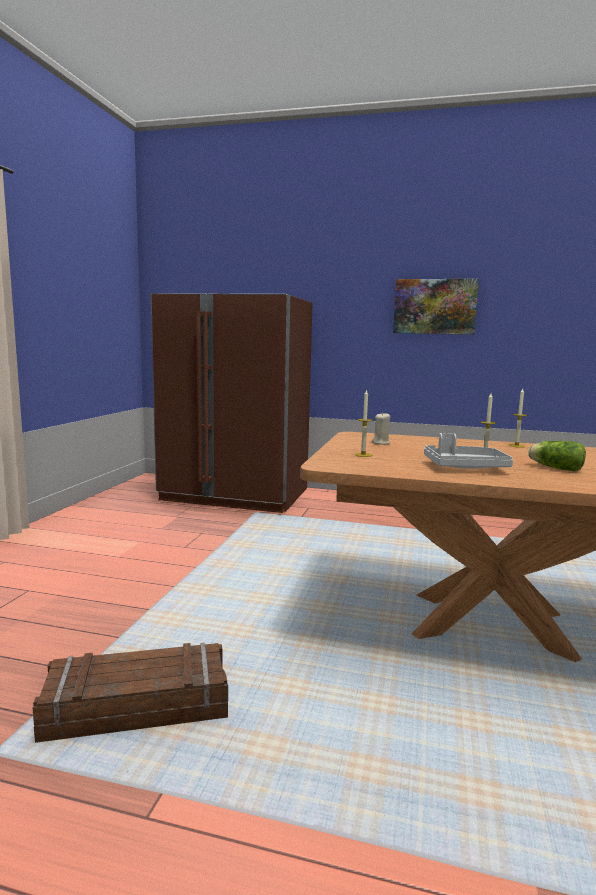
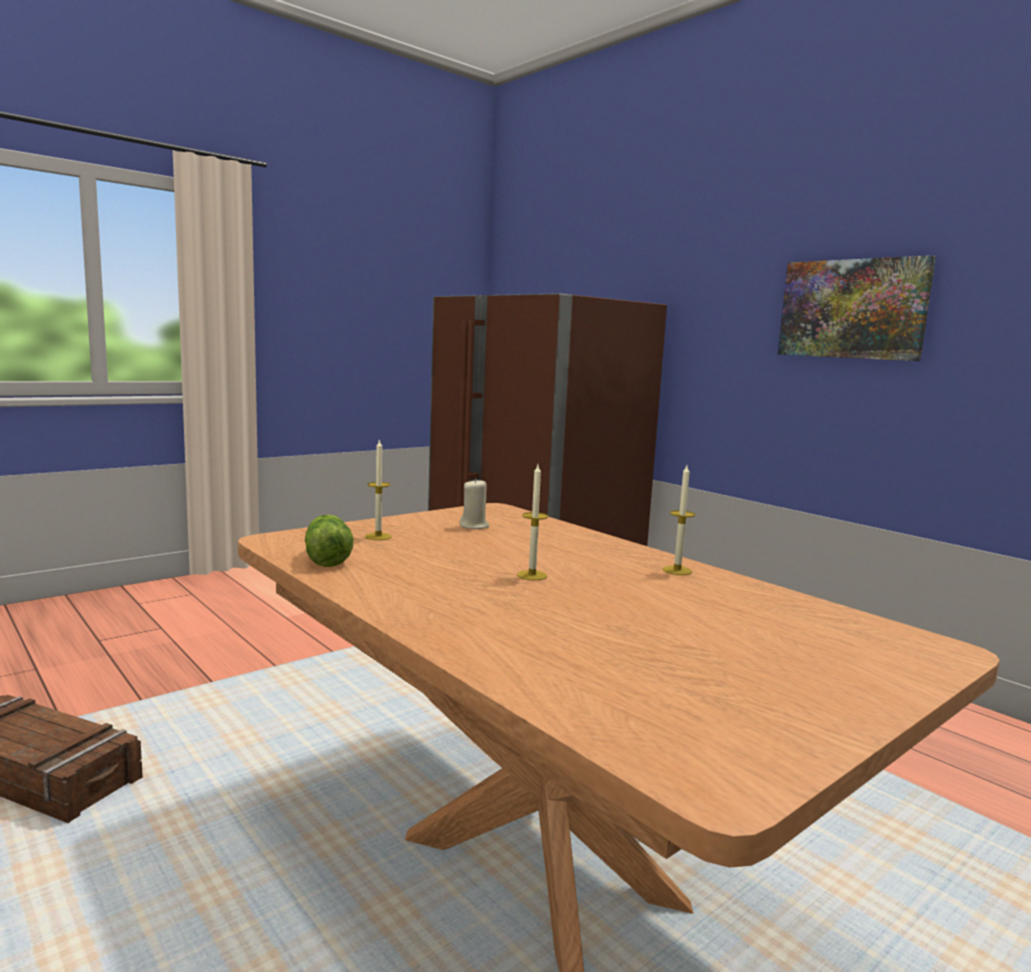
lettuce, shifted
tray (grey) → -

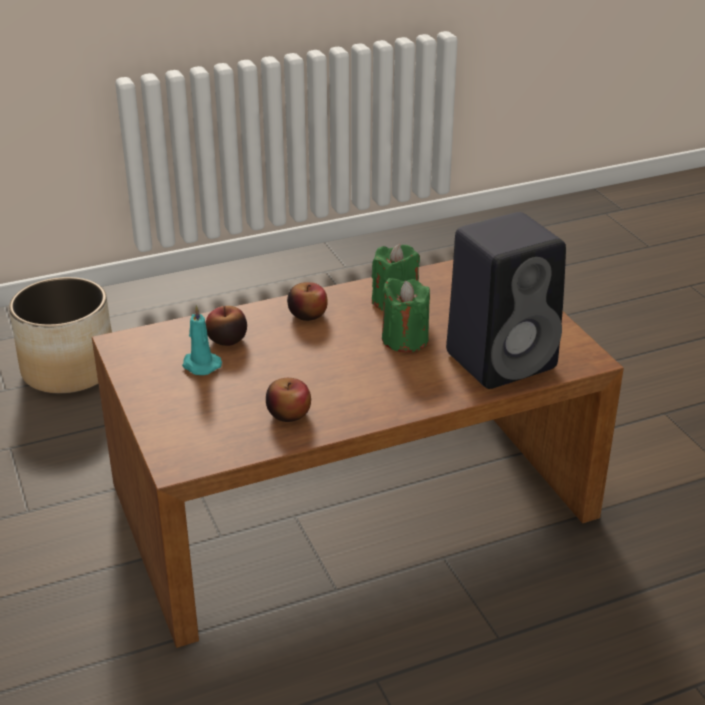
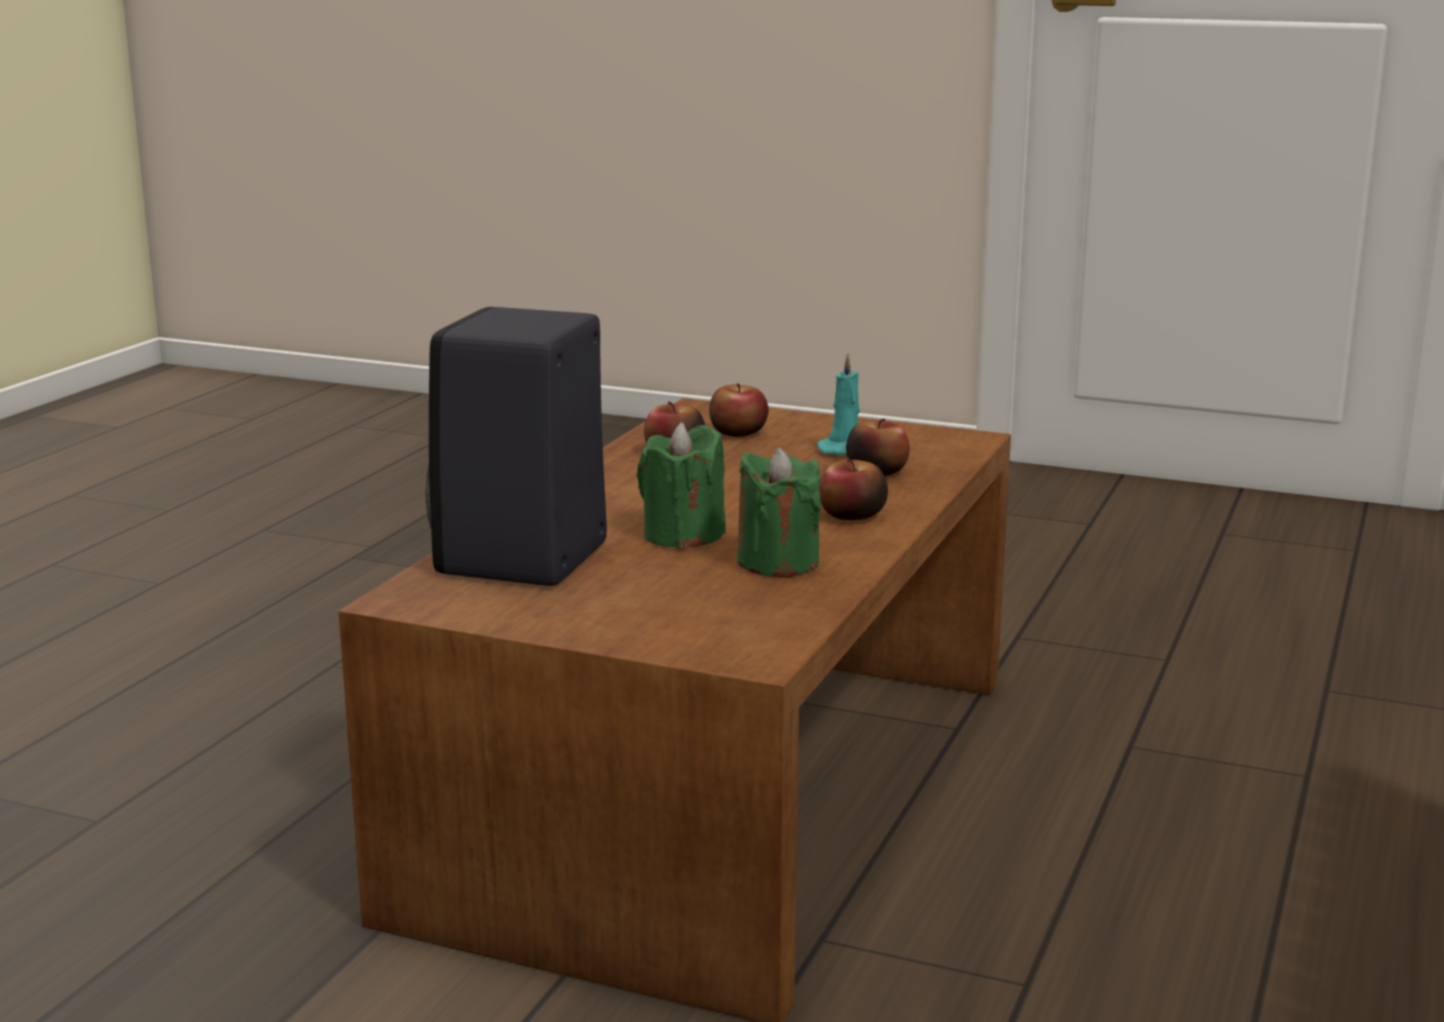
- → apple (no. 2 from left)
planter → -

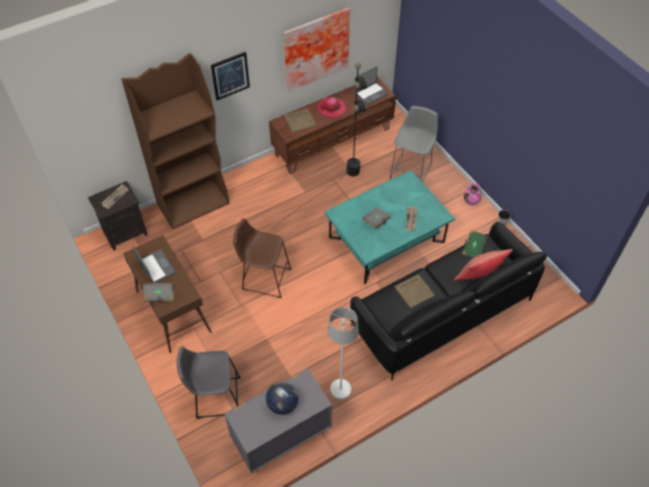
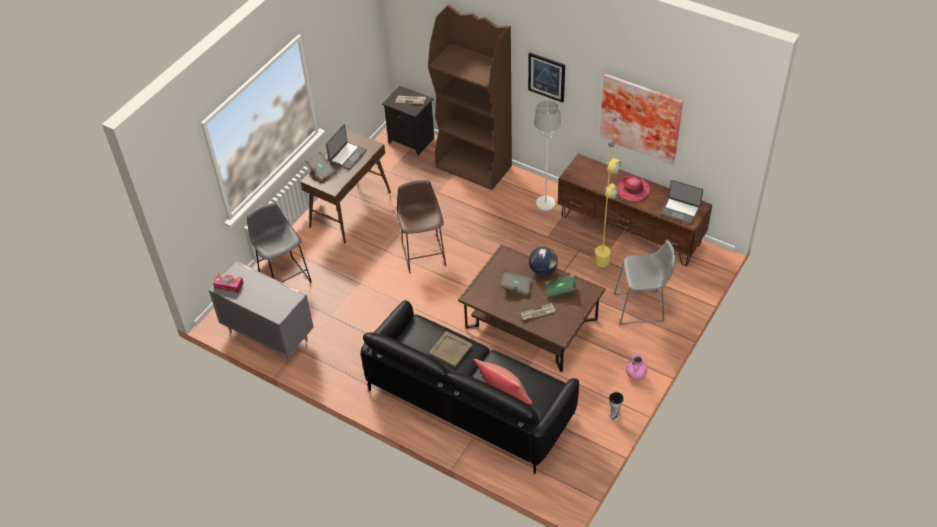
- → tissue box
floor lamp (black) → floor lamp (yellow)
coffee table (turquoise) → coffee table (brown)
globe, shifted
floor lamp (white), shifted
book (green), shifted
tray (beige) (no. 1 from left) → -

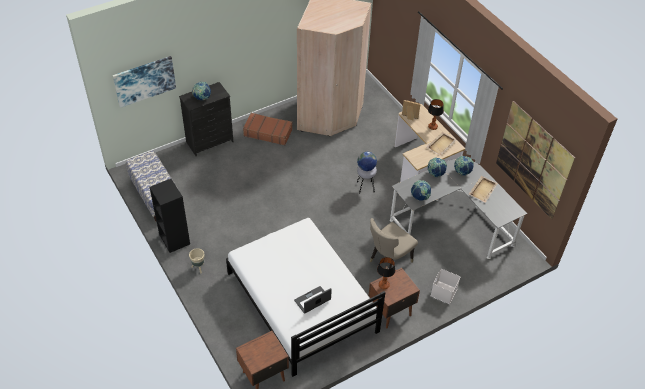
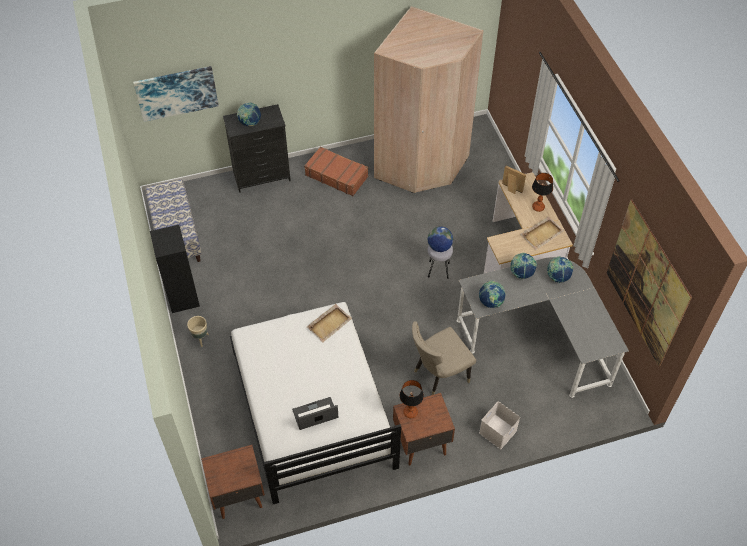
tray (beige) (no. 2 from left in the first image) → tray (beige) (no. 1 from left), shifted

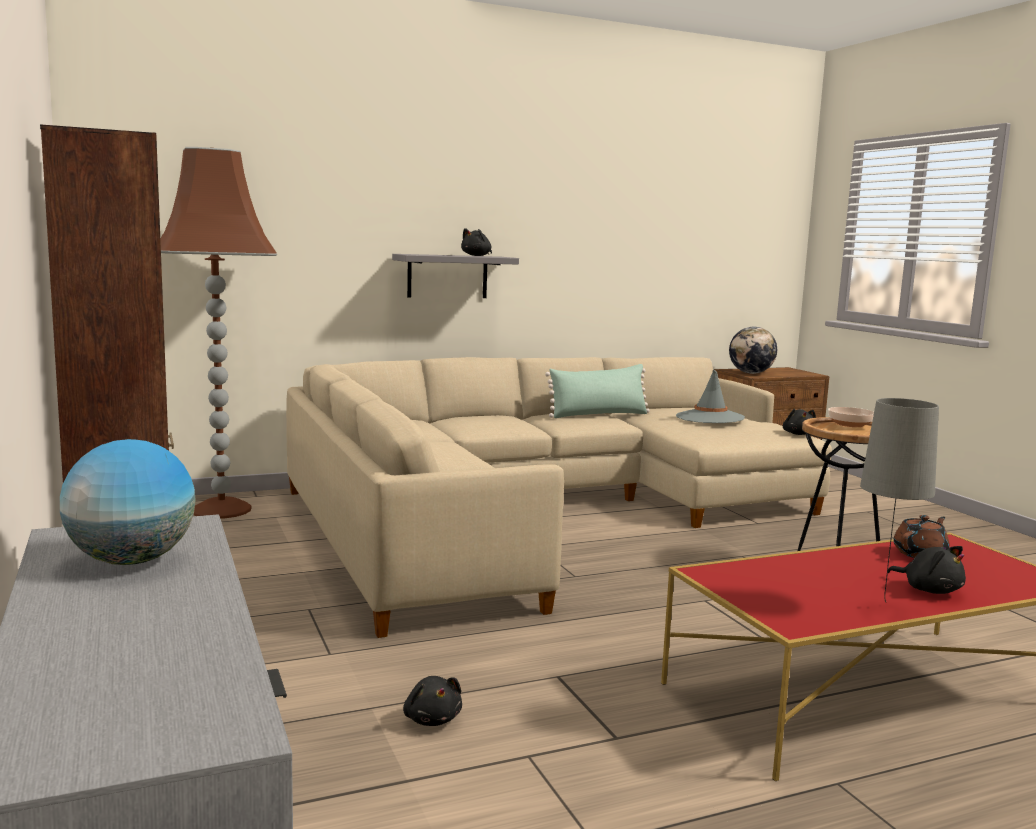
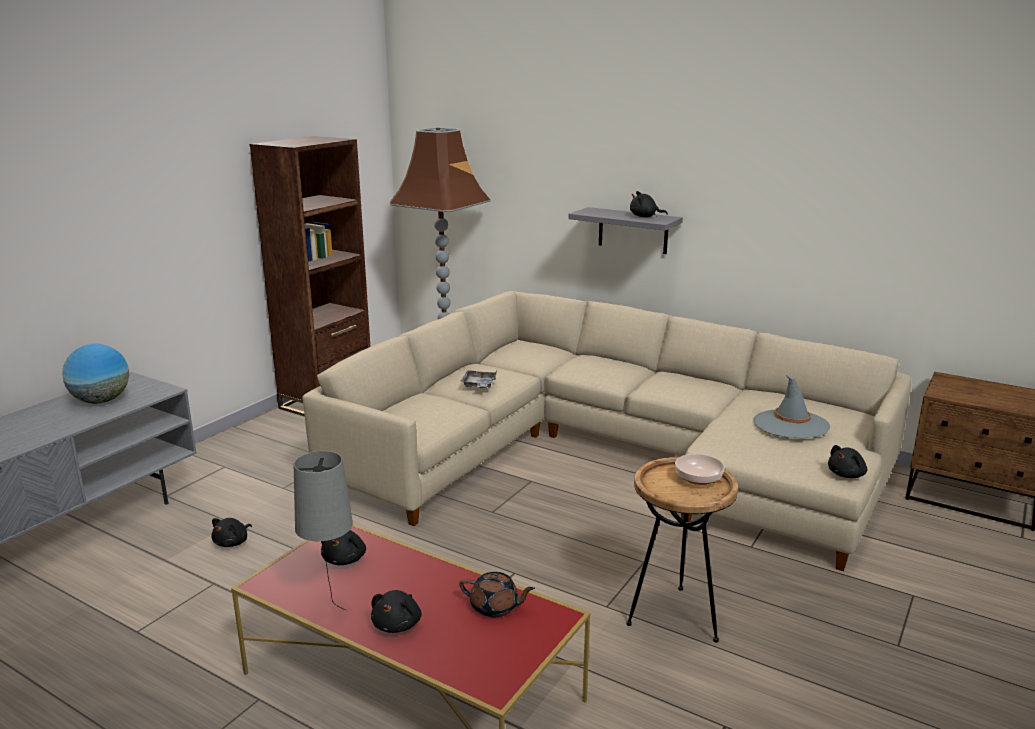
- → plush toy (black) (no. 2 from left)
- → tray (grey)
pillow (green) → -
globe (no. 2 from left) → -

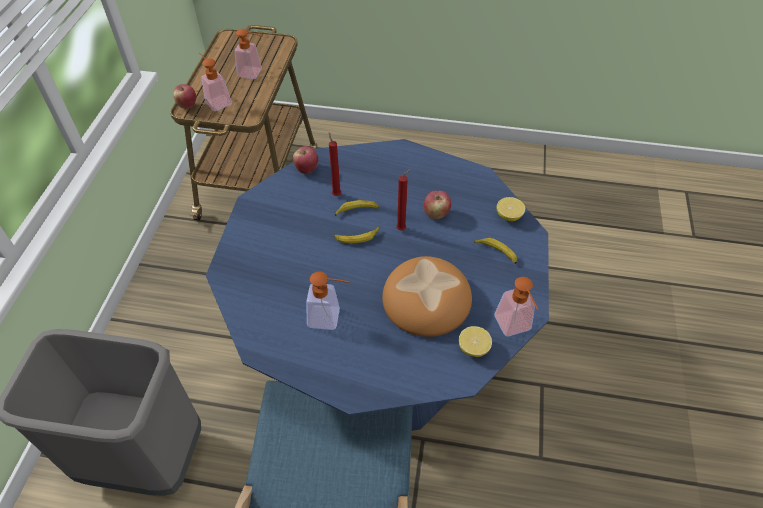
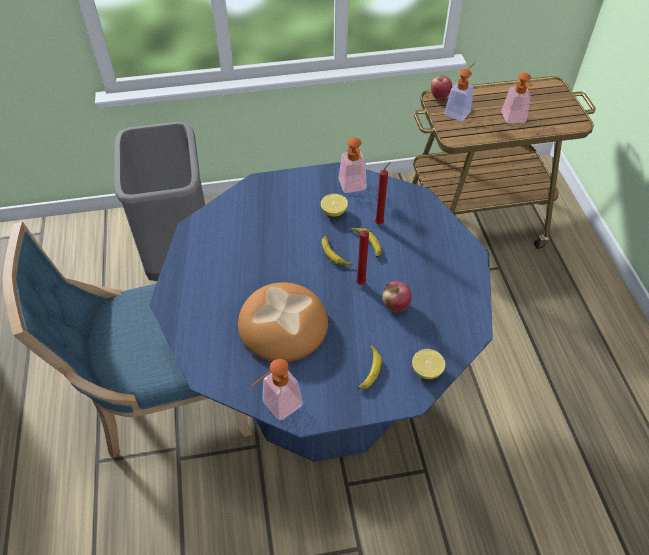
lemon (no. 1 from left), shifted
soap dispenser (no. 3 from left in the first image) → soap dispenser (no. 2 from left), shifted
apple (no. 2 from left) → -

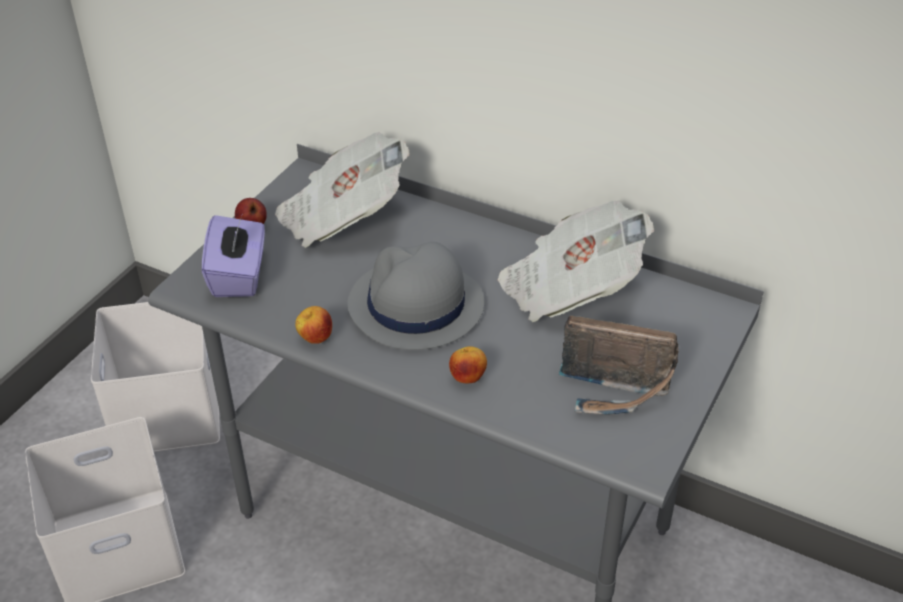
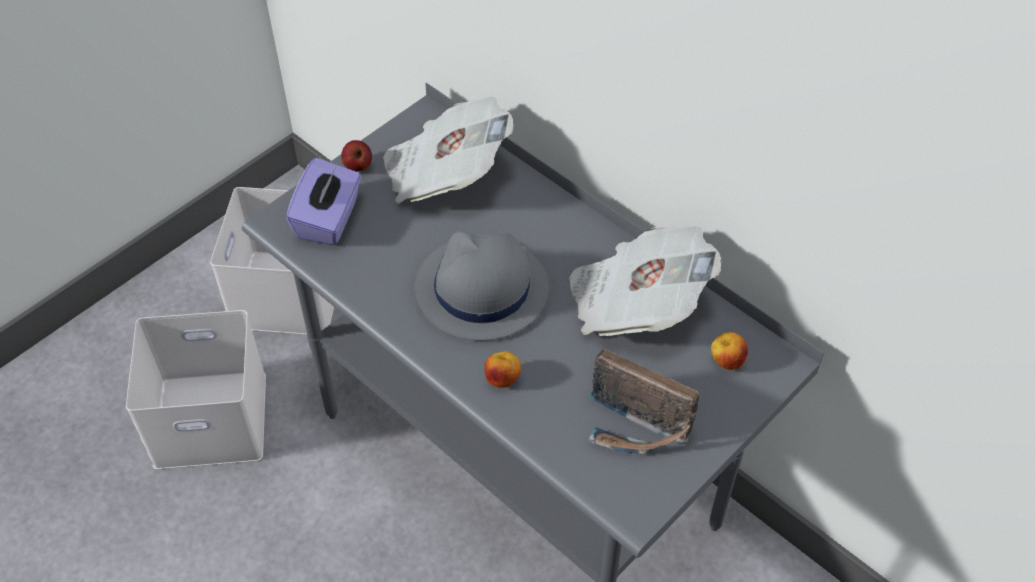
apple (no. 2 from left in the first image) → apple (no. 3 from left), shifted

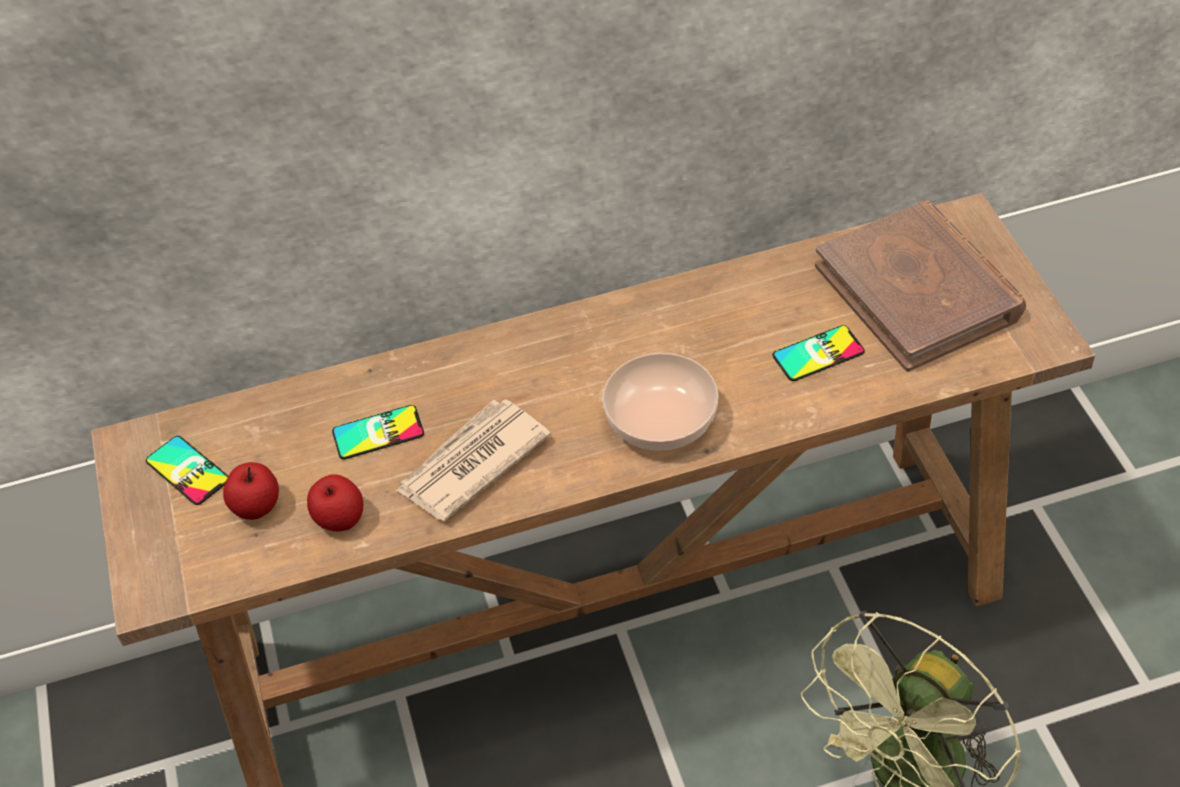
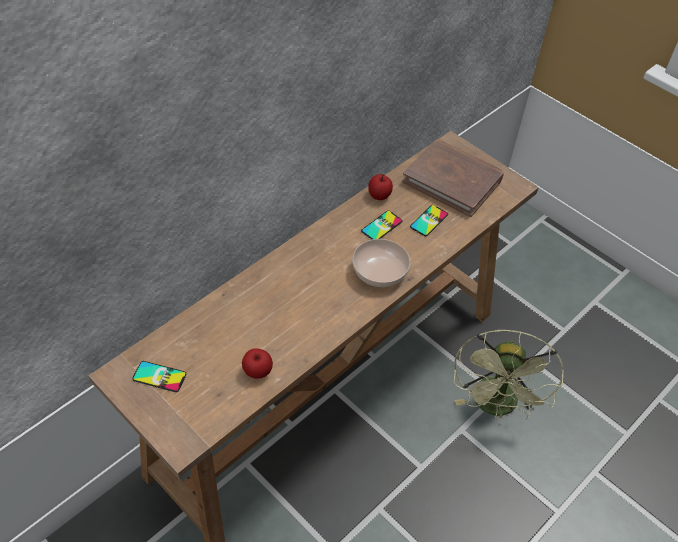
phone (no. 2 from left), shifted
apple (no. 1 from left in the first image) → apple (no. 2 from left), shifted
newspaper → -

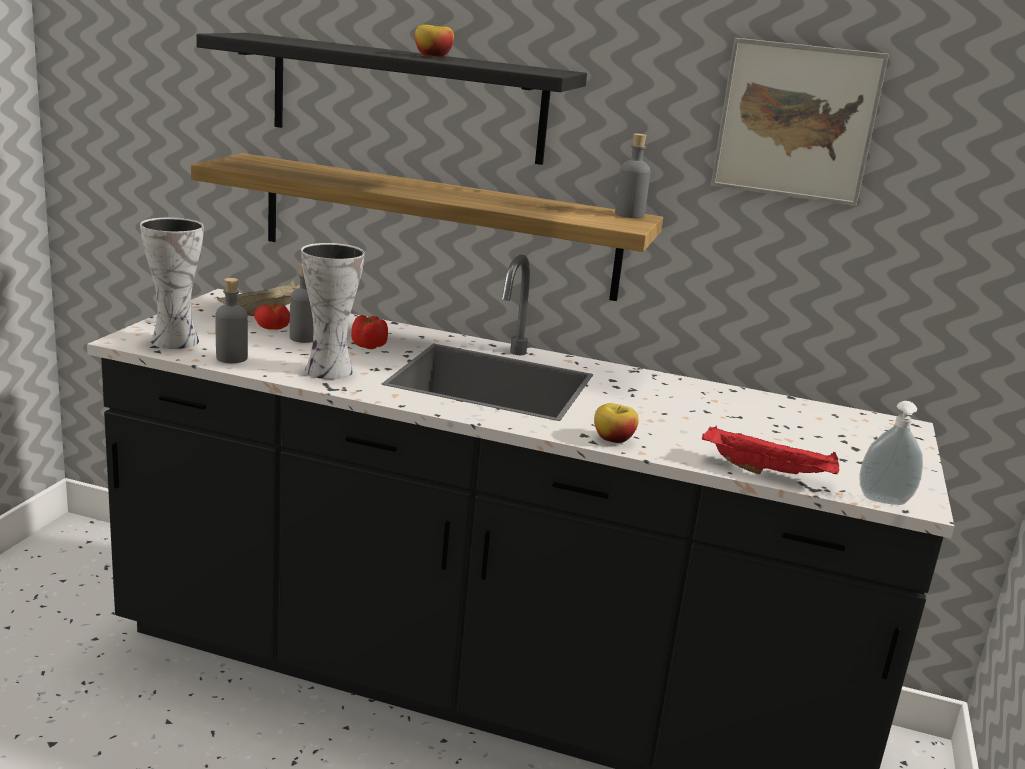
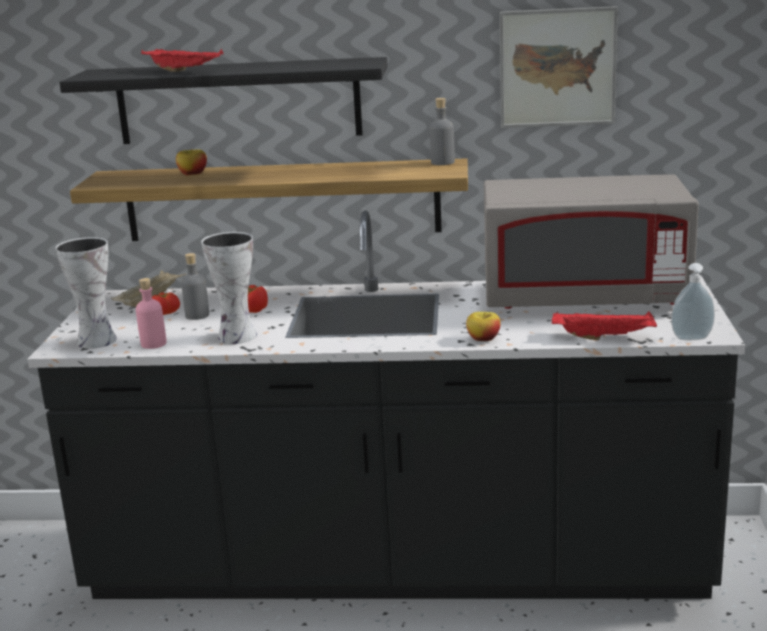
bottle (grey) (no. 1 from left) → bottle (pink)
- → tray (red) (no. 1 from left)
apple (no. 1 from left), shifted
- → microwave (grey)

